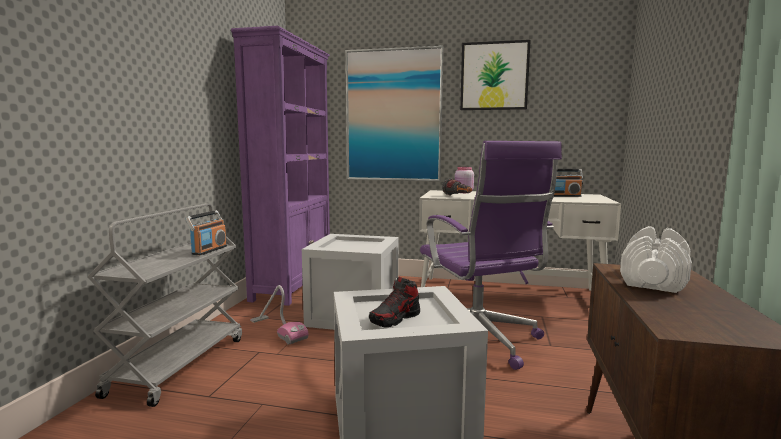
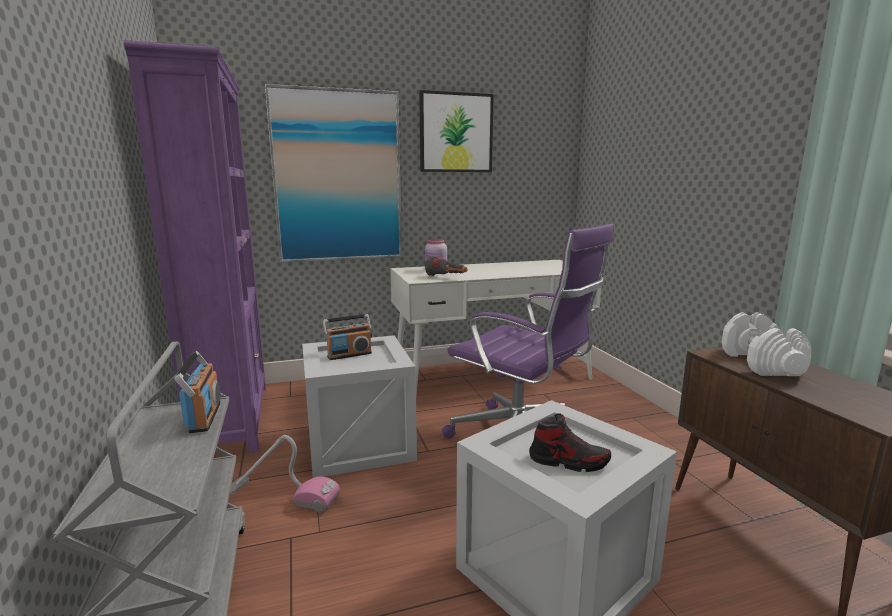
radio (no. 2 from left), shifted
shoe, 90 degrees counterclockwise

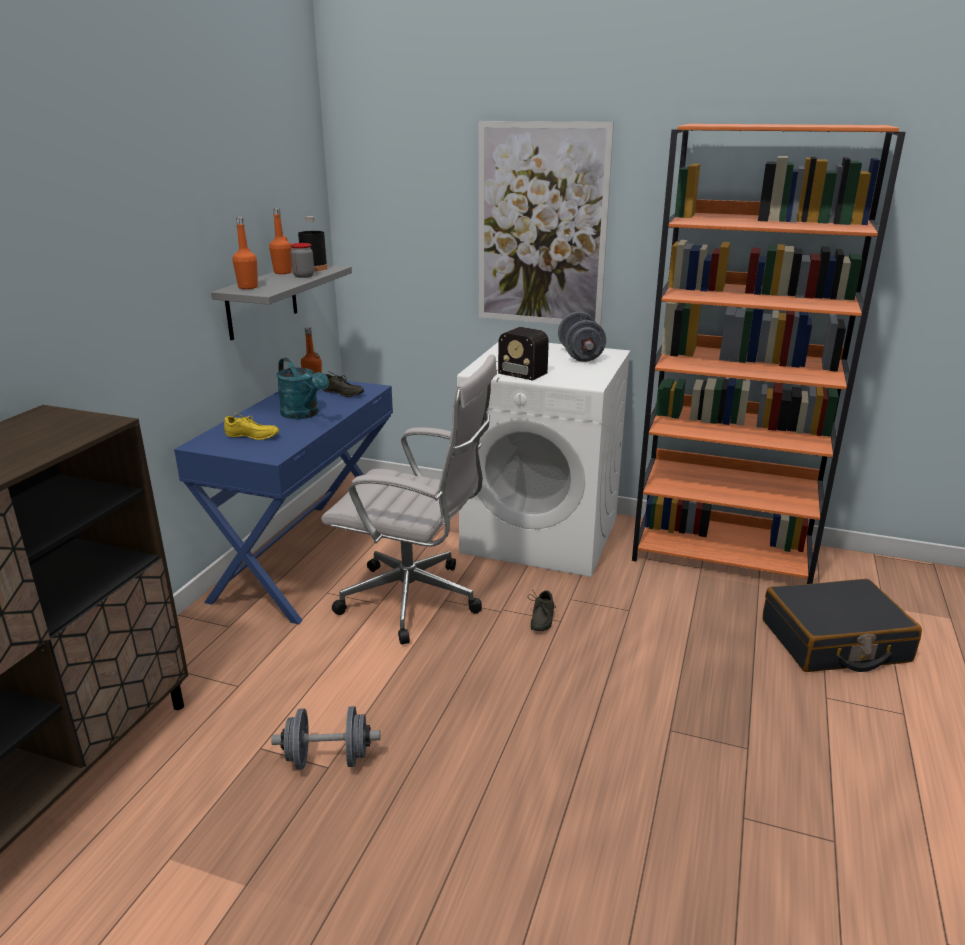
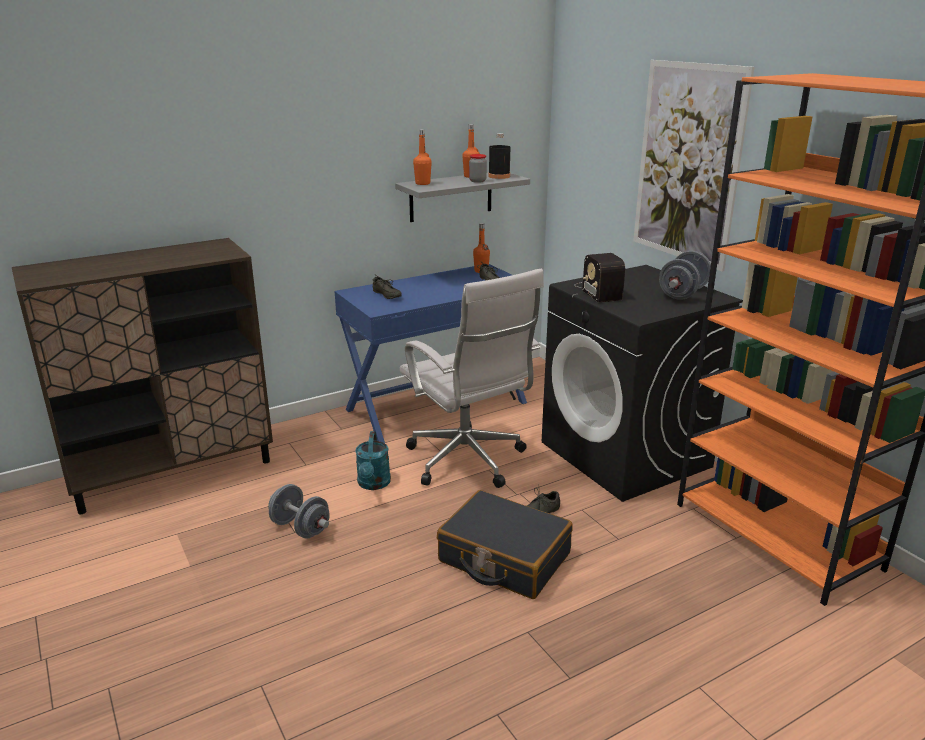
watering can (turquoise), shifted
shoe (yellow) → shoe (grey) (no. 1 from left)
suitcase (black), shifted
washing machine (white) → washing machine (black)

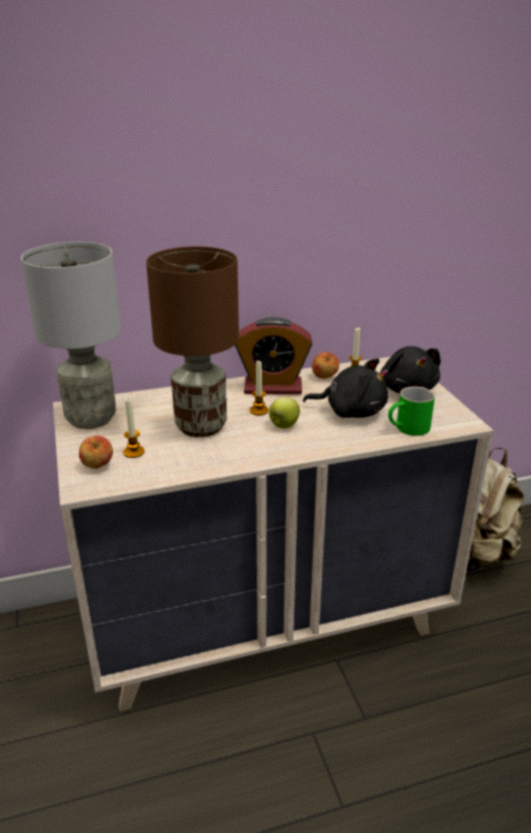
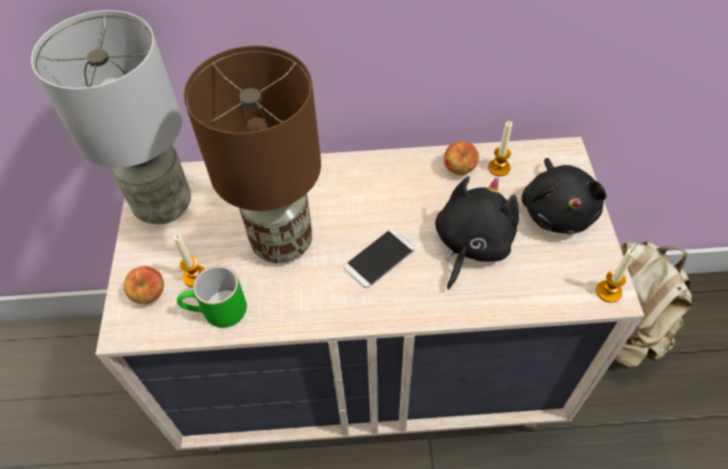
mug (green), shifted
apple (no. 2 from left) → phone
plush toy (black) (no. 1 from left), 90 degrees counterclockwise
candle (no. 2 from left in the first image) → candle (no. 3 from left), shifted
alarm clock → -

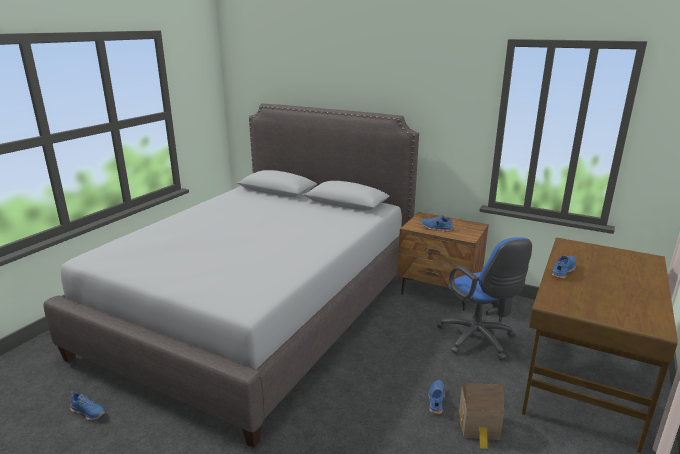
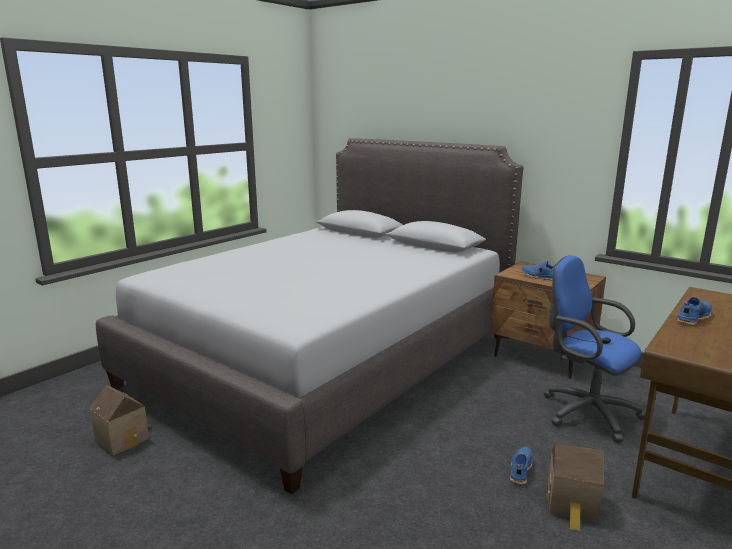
shoe (blue) (no. 1 from left) → toy house (no. 1 from left)
office chair (blue), 150 degrees clockwise

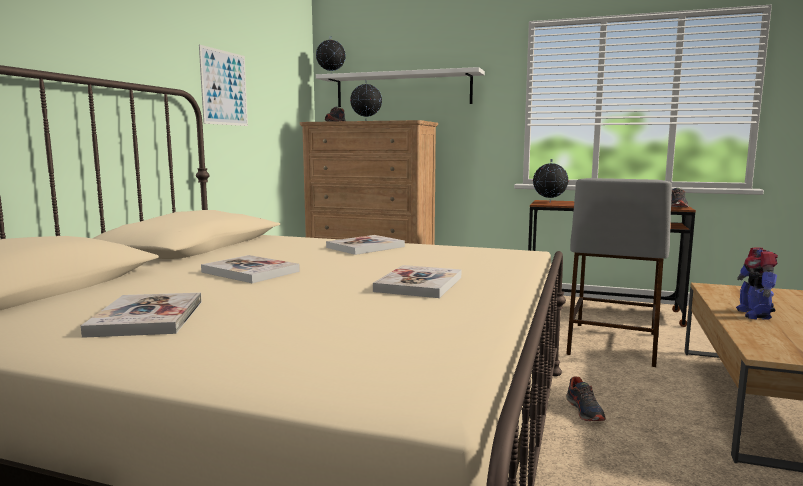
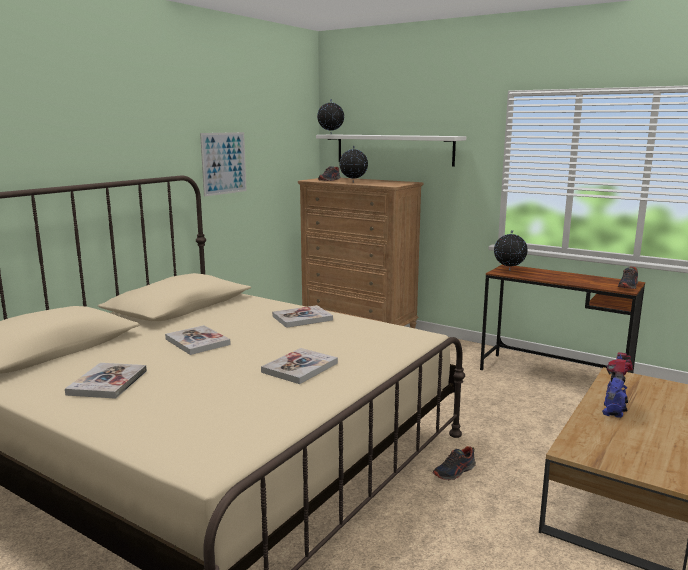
shoe (no. 2 from left), 45 degrees clockwise
stool (grey) → -

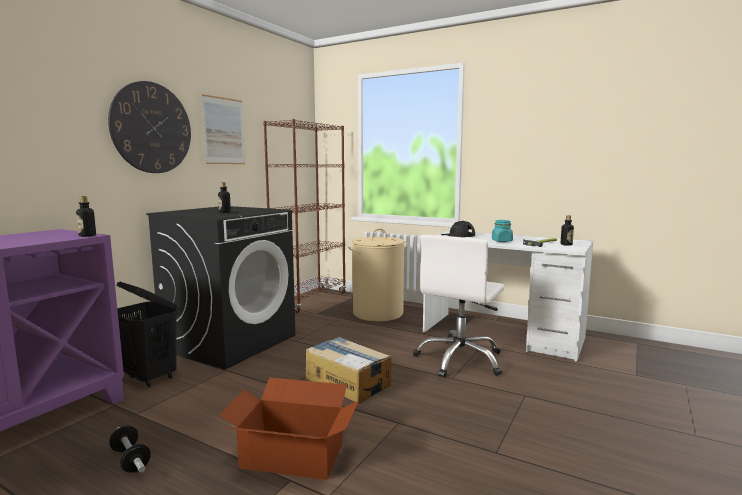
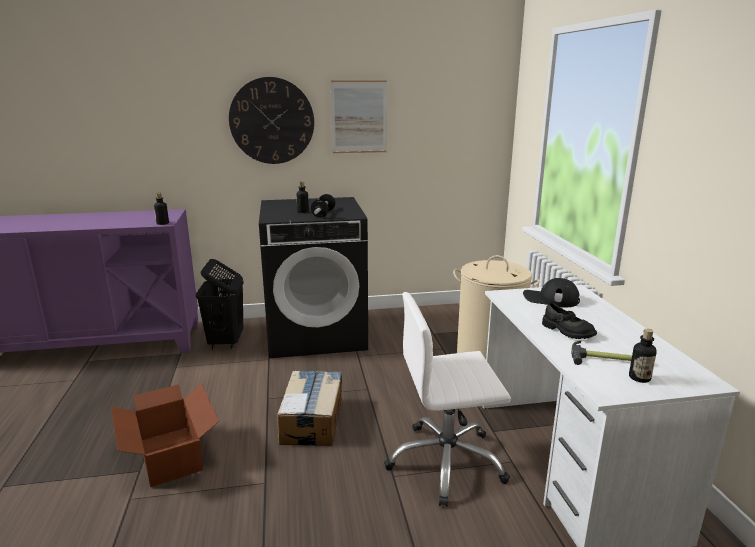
dumbbell, shifted
jar (turquoise) → shoe (black)
bookcase (brown) → -

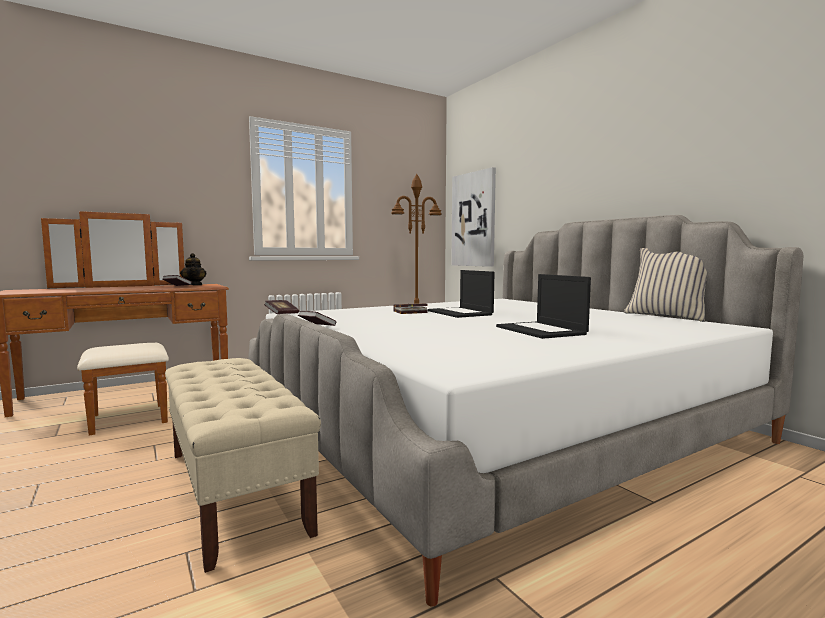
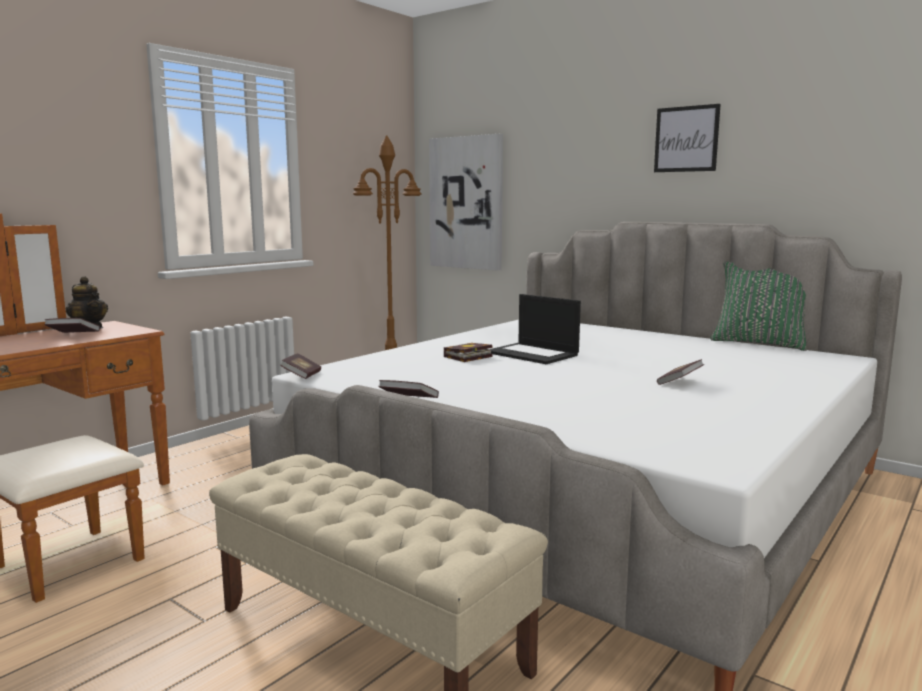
- → picture (no. 2 from left)
laptop (no. 2 from left) → book (no. 5 from left)
pillow (beige) → pillow (green)

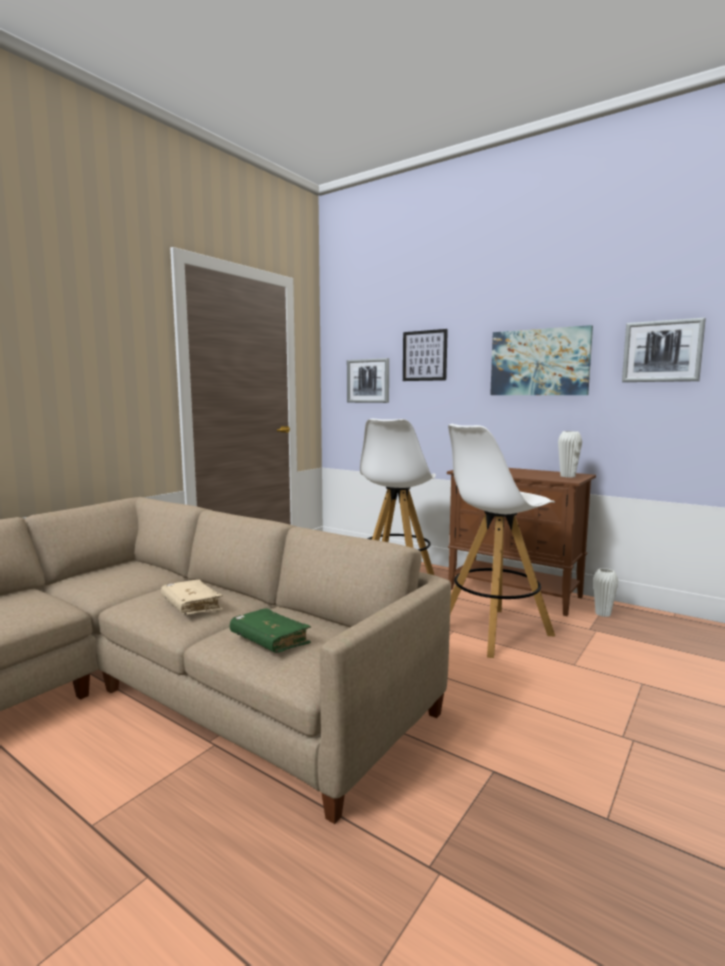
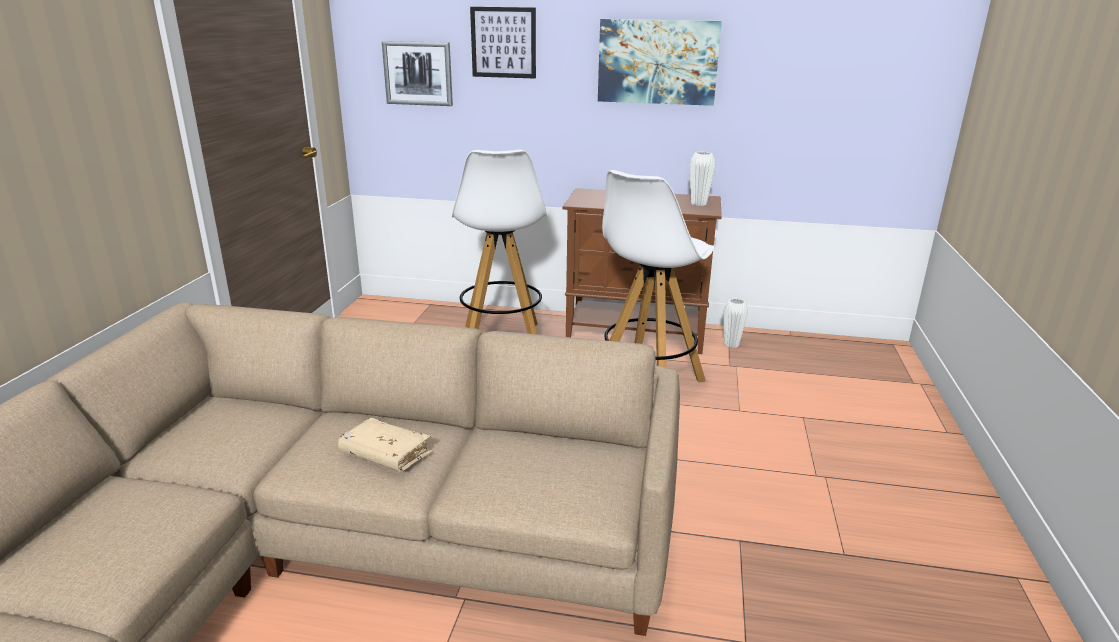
book (green) → -
picture (no. 4 from left) → -

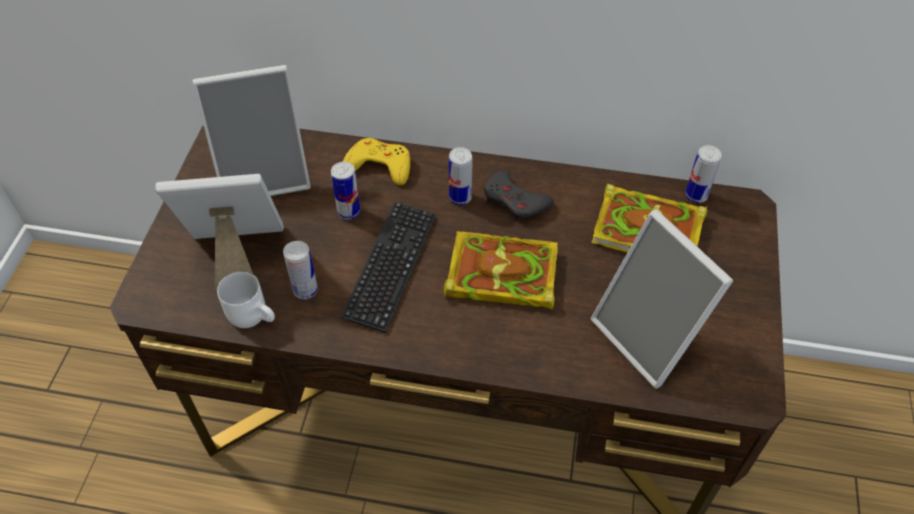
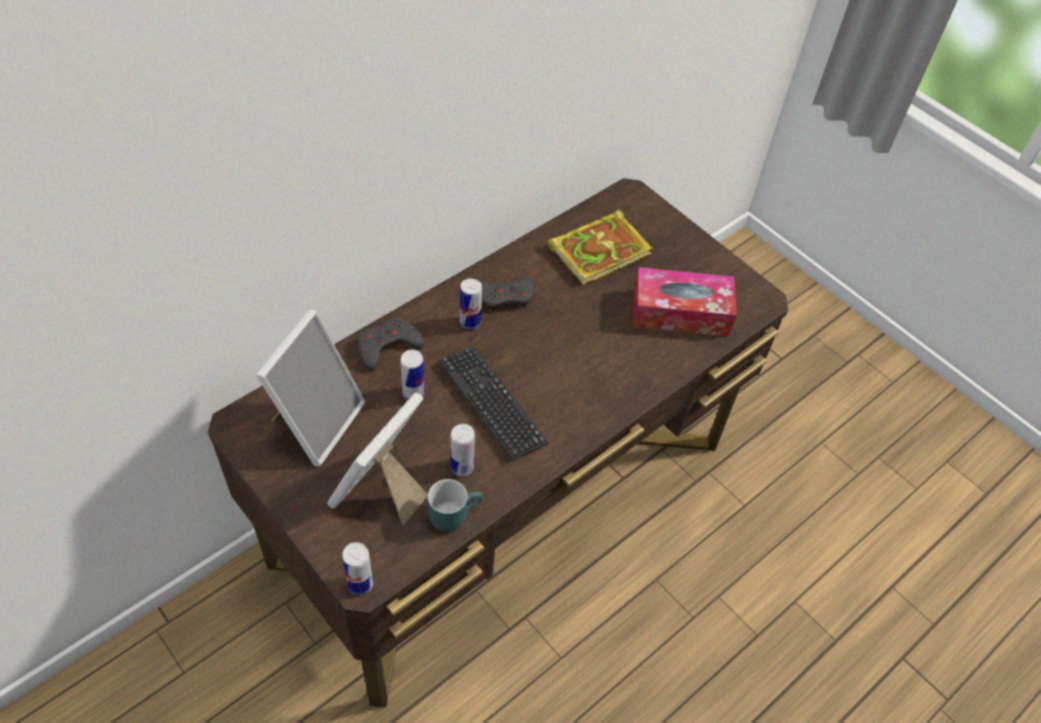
can (no. 4 from left in the first image) → can (no. 1 from left), shifted
game controller (yellow) → game controller (grey) (no. 1 from left)
mug (white) → mug (turquoise)
picture frame (no. 3 from left) → tissue box
book (no. 1 from left) → -

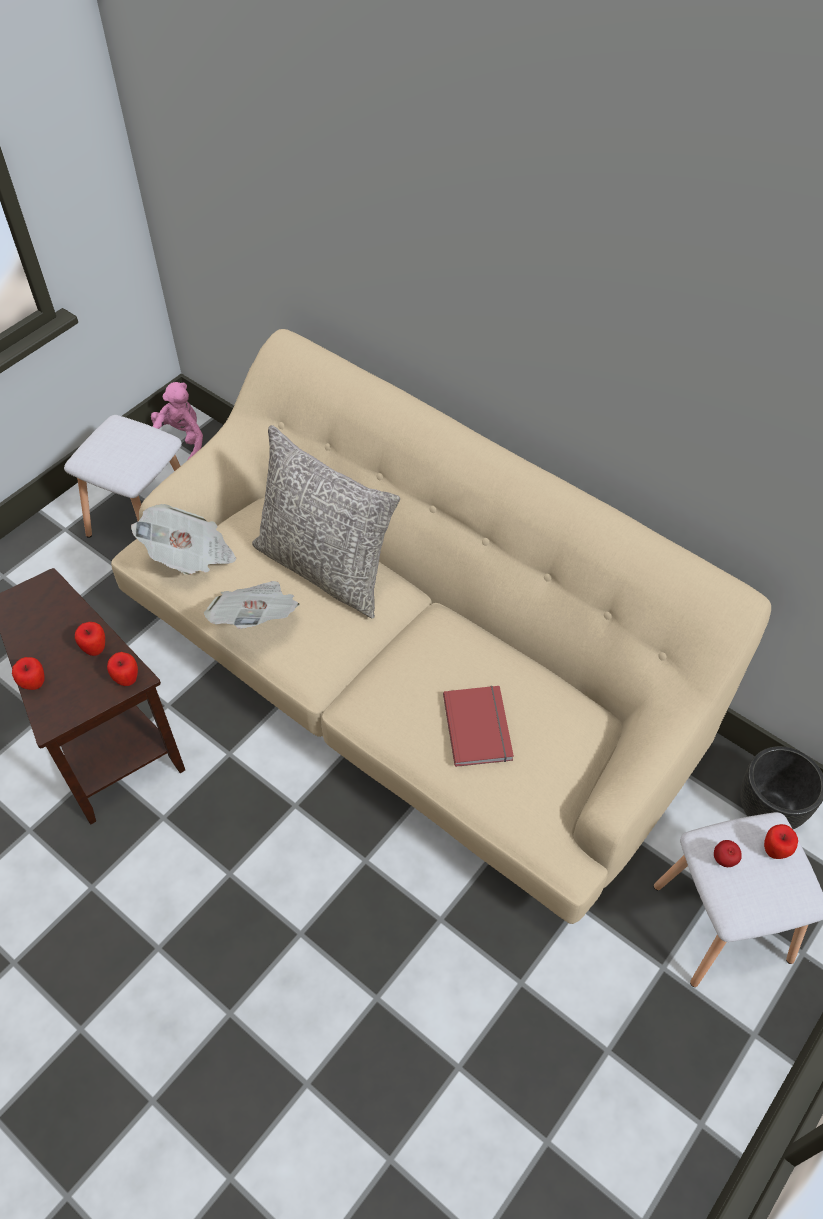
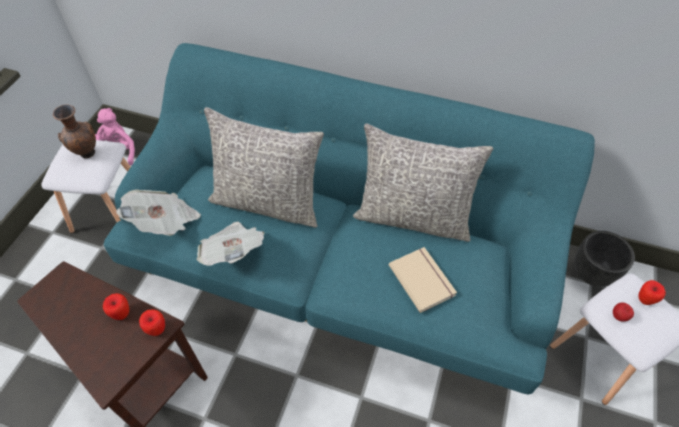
- → vase (brown)
sofa (beige) → sofa (turquoise)
- → pillow (grey) (no. 2 from left)
book (red) → book (beige)
apple (no. 1 from left) → -

